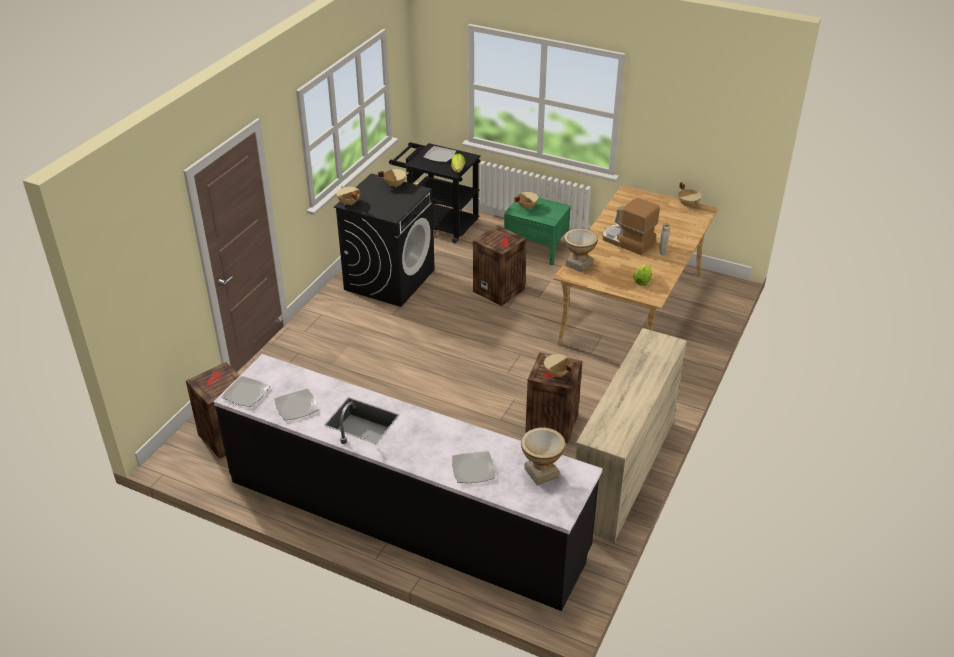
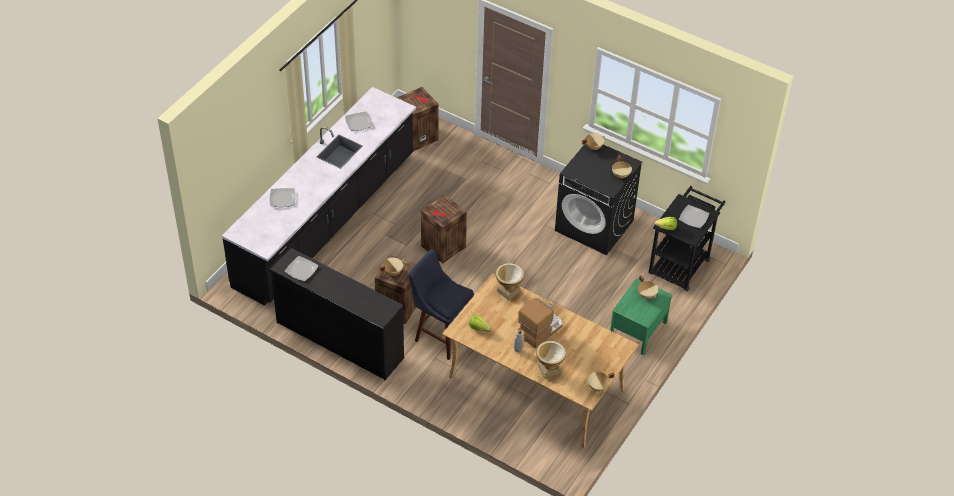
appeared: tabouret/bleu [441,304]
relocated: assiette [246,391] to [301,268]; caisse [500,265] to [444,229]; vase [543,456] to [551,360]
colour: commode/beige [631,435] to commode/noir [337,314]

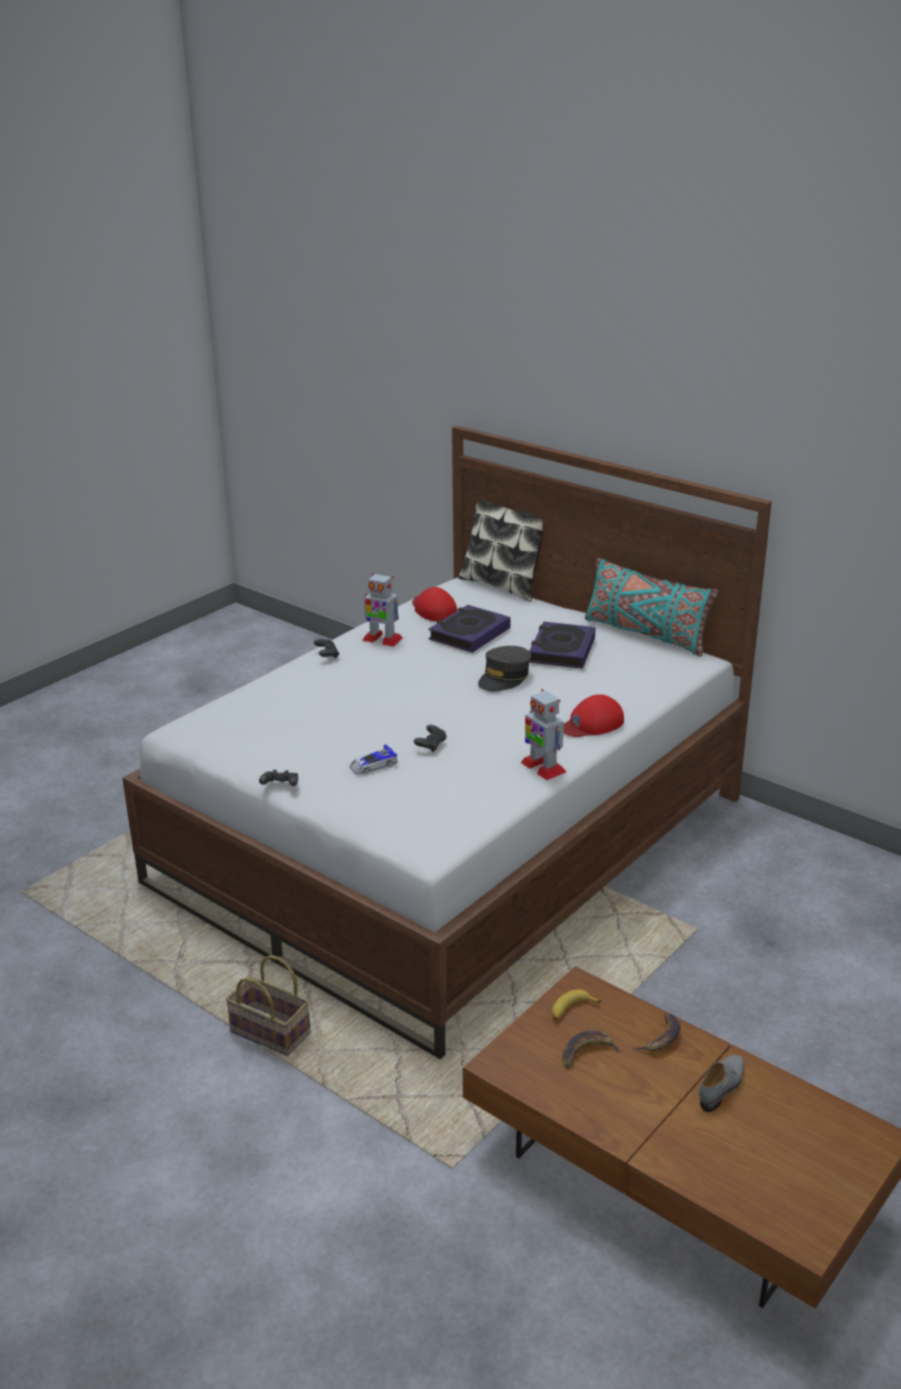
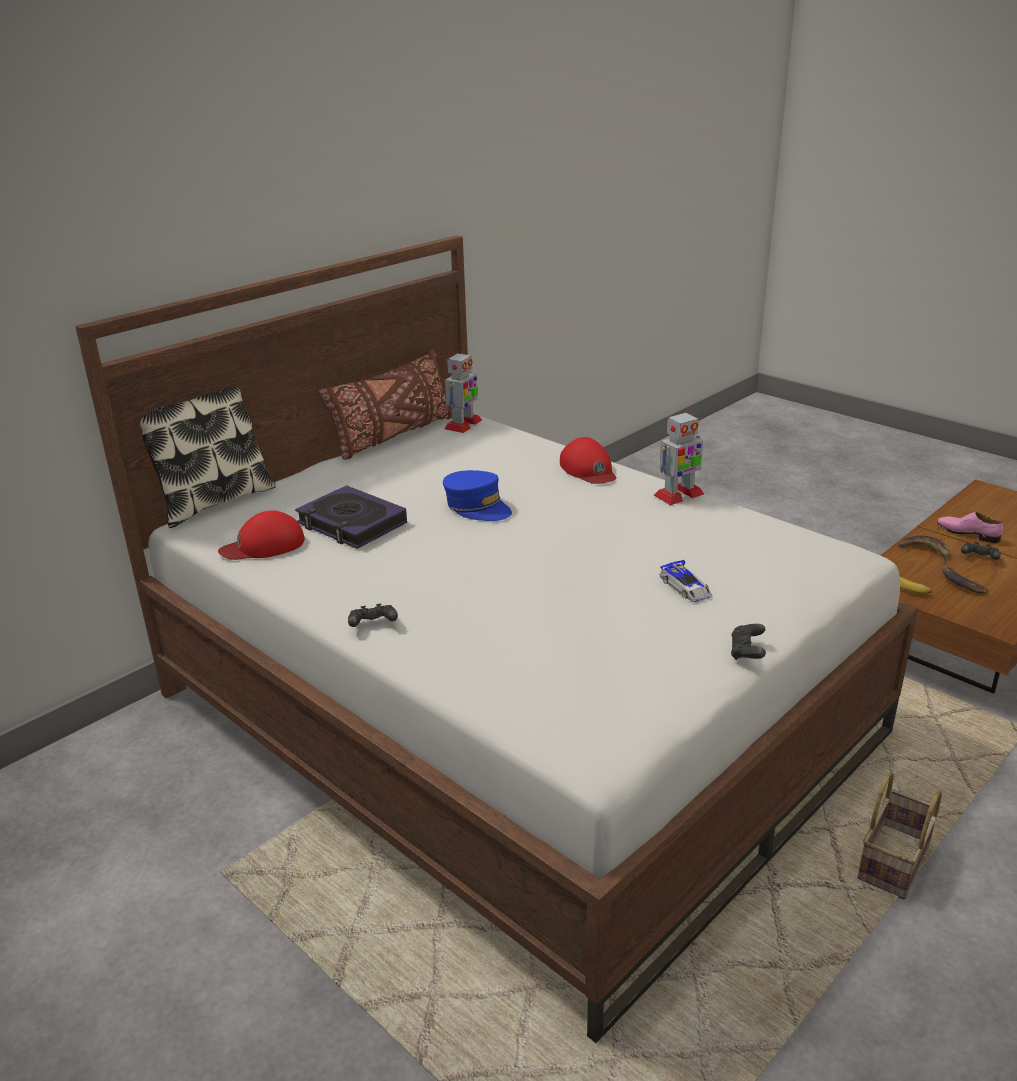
missing: livre [562,645]
relocated: robot jouet [382,610] to [463,392]; manette/noir [430,738] to [981,551]
colour: coussin/turquoise [651,607] to coussin/marron [385,405]; casquette/gris [504,668] to casquette/bleu [477,495]; chaussure/gris [721,1083] to chaussure/rose [970,527]

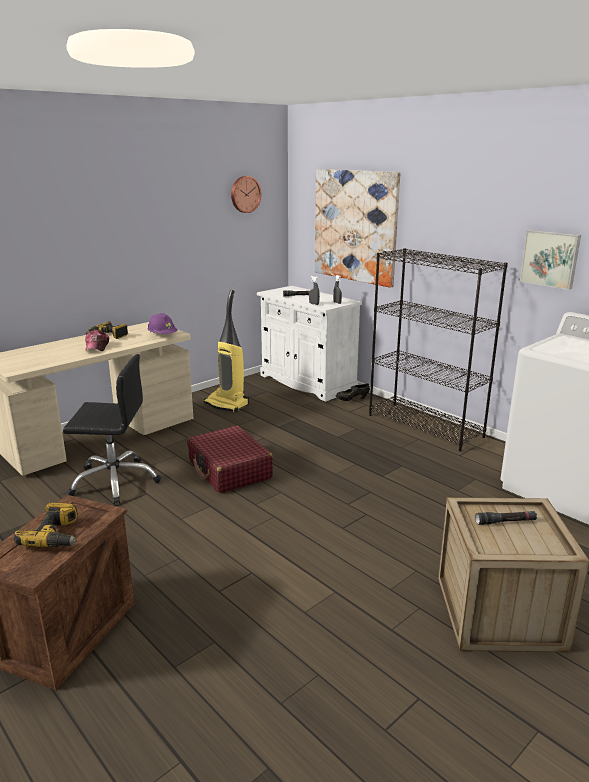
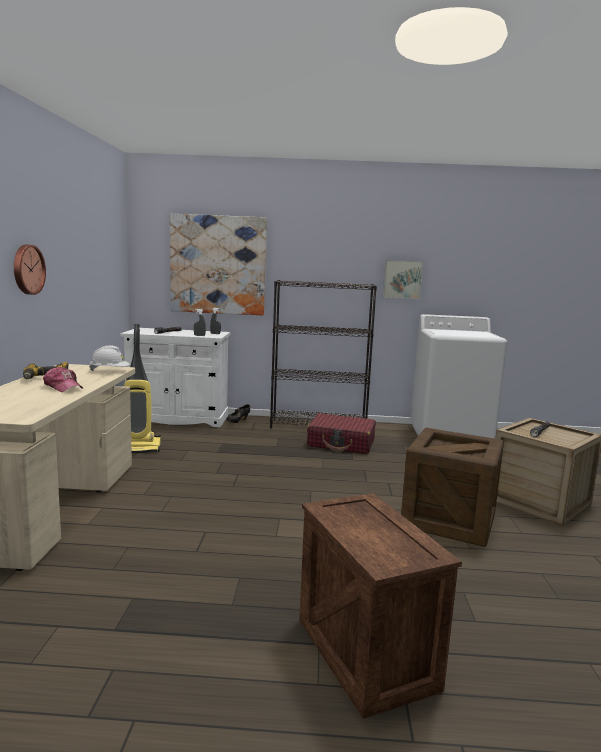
missing: perceuse [46,525]; chaise de bureau/noir [112,429]
appeared: caisse [452,487]
relocated: horloge murale [246,194] to [30,270]; valise/rouge [230,460] to [341,433]
colour: casque de chantier/violet [162,323] to casque de chantier/blanc [109,358]

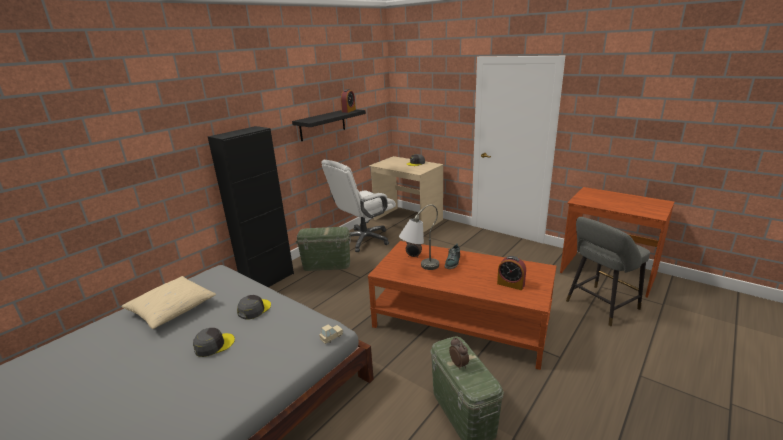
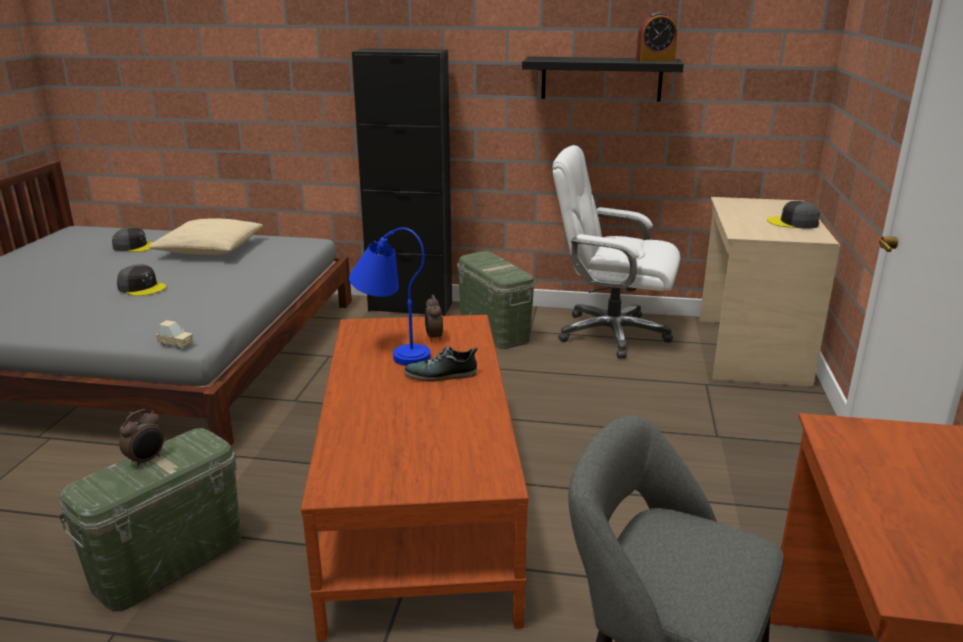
missing: réveil [511,273]
relocated: casquette/gris [254,307] to [132,239]
colour: lampe de table/gris [419,237] to lampe de table/bleu [390,296]

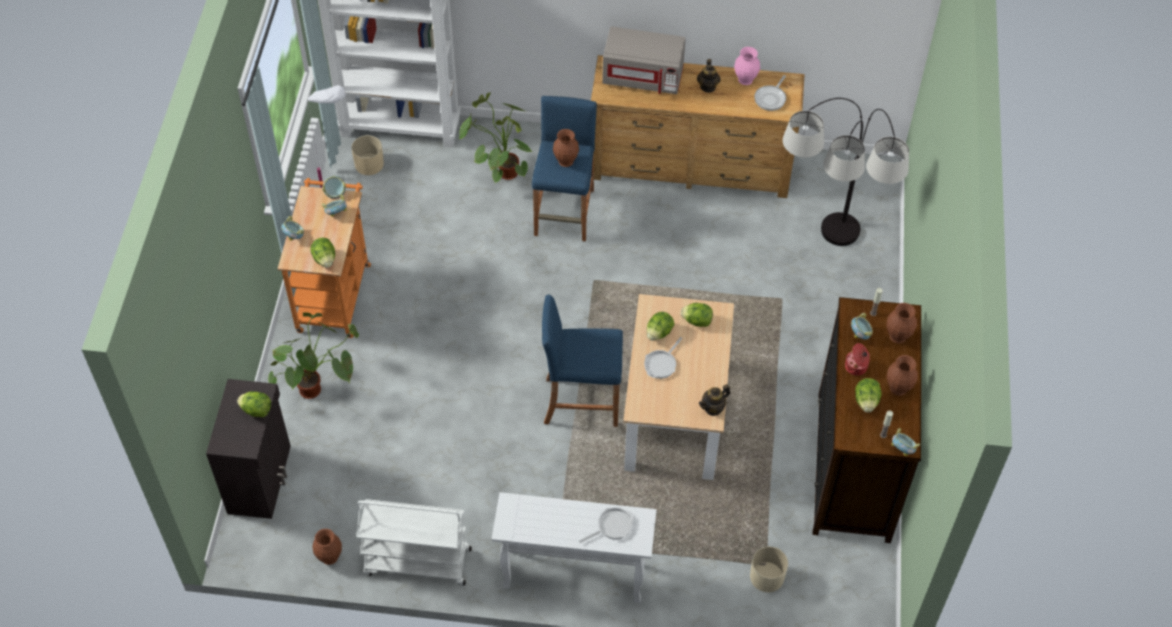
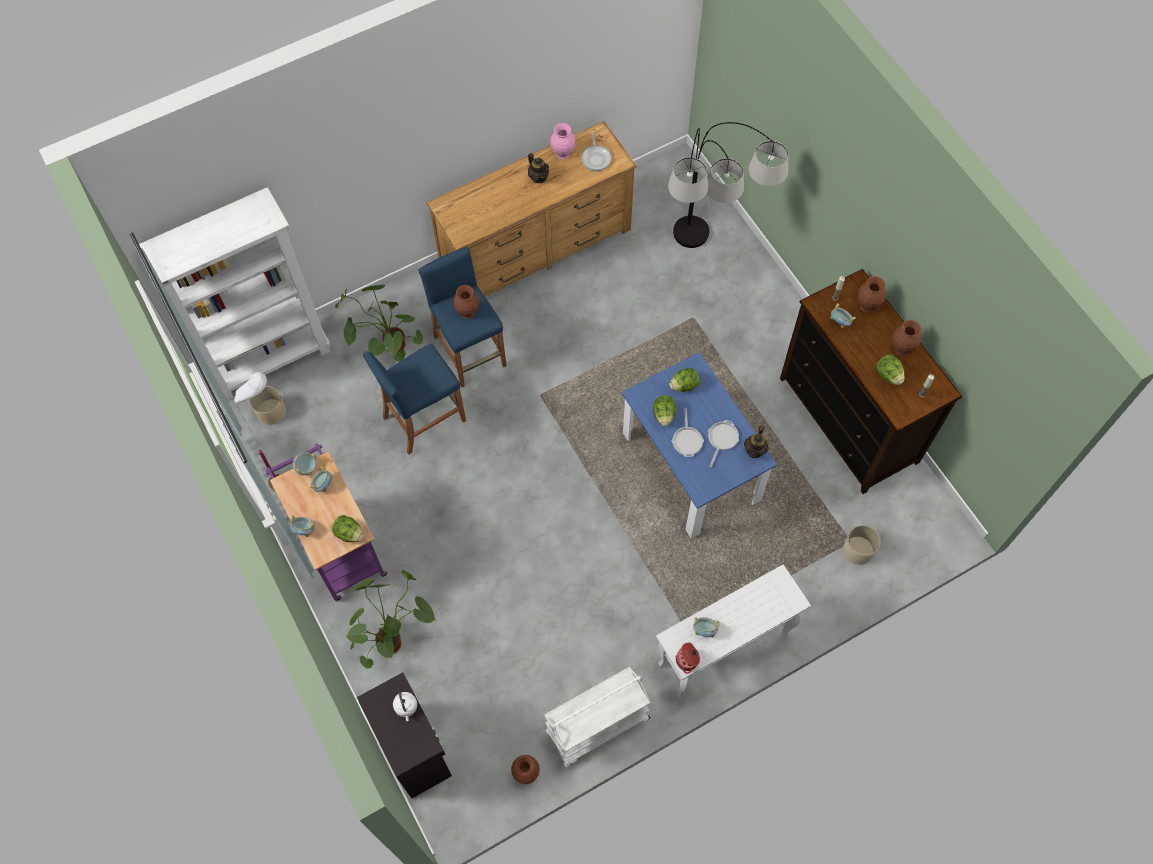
missing: micro-ondes/gris [644,60]
relocated: tabouret/bleu [582,360] to [414,399]; marmite [857,359] to [688,658]; bol [905,442] to [706,627]; poêle [606,525] to [723,443]
exchanged: laitue [254,404] to bouilloire/blanc [405,707]
colour: chariot/orange [324,258] to chariot/violet [326,522]; table à manger/beige [678,387] to table à manger/bleu [699,445]

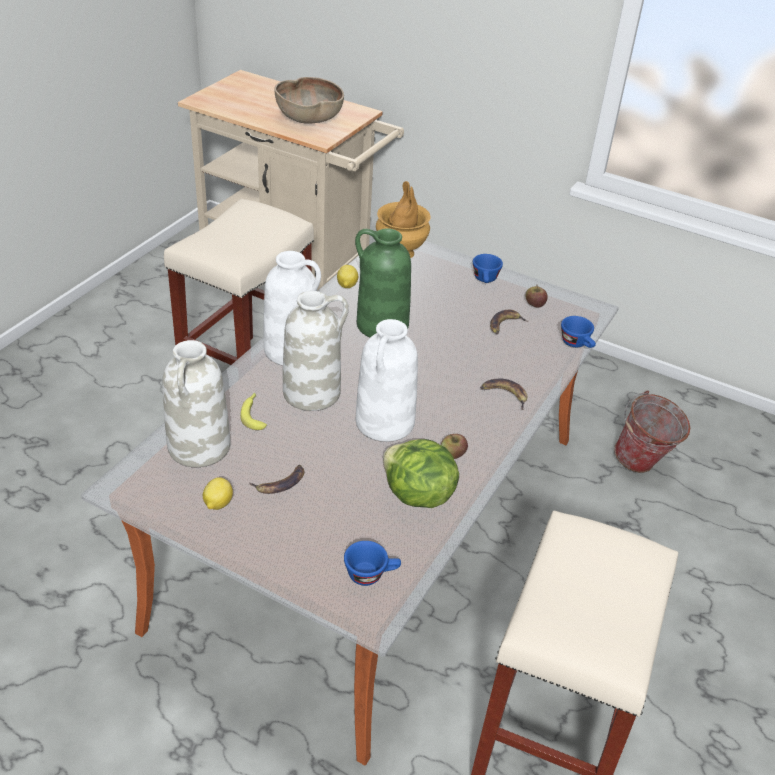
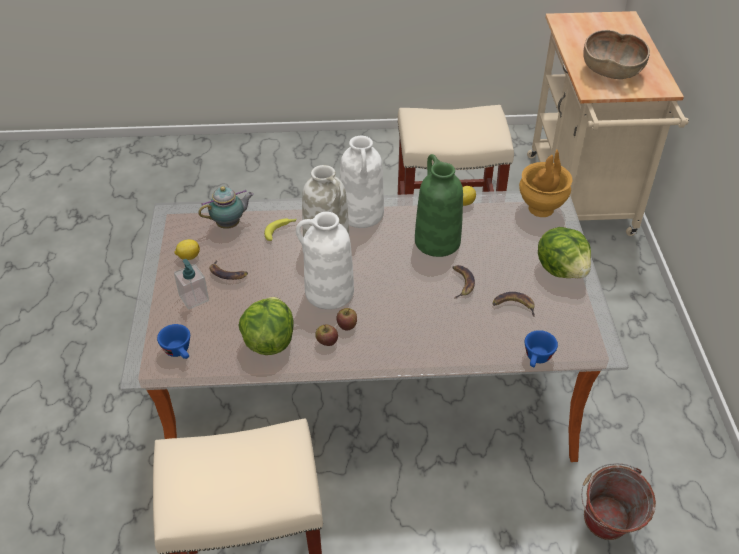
appeared: distributeur de savon [191,284]
relocated: pomme [536,296] to [346,319]; banane [504,394] to [463,282]
exchanged: vase/blanc [196,403] to théière [226,207]; tasse/bleu [488,268] to laitue [564,252]

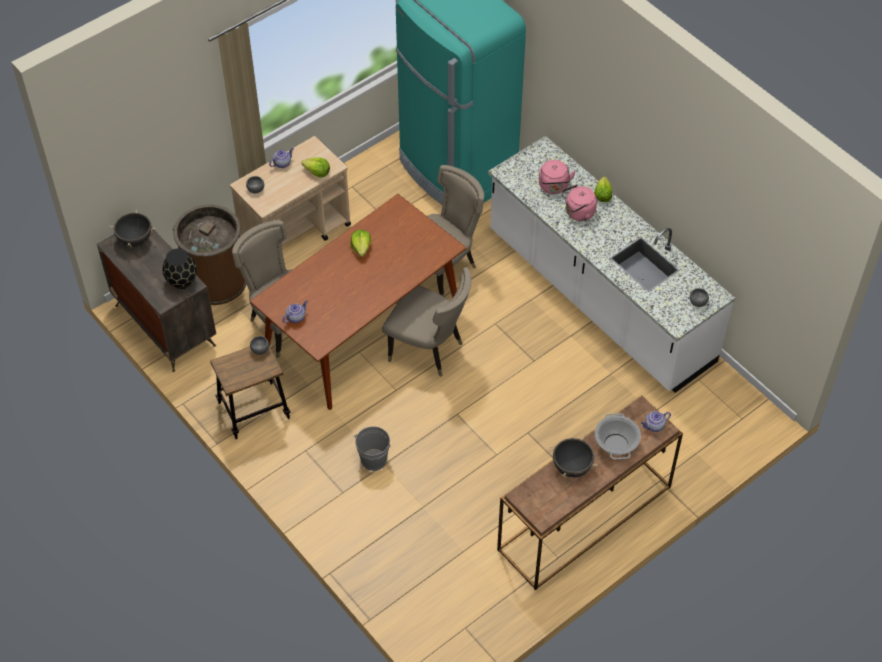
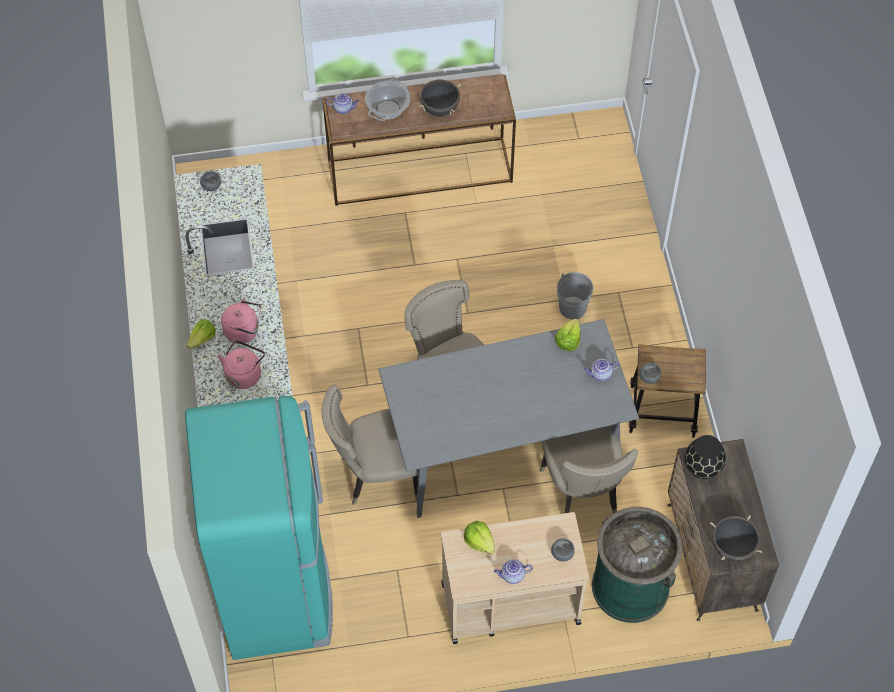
relocated: laitue [360,243] to [567,335]
colour: table à manger/marron [358,302] to table à manger/gris [509,418]; poubelle/marron [209,254] to poubelle/vert [637,565]

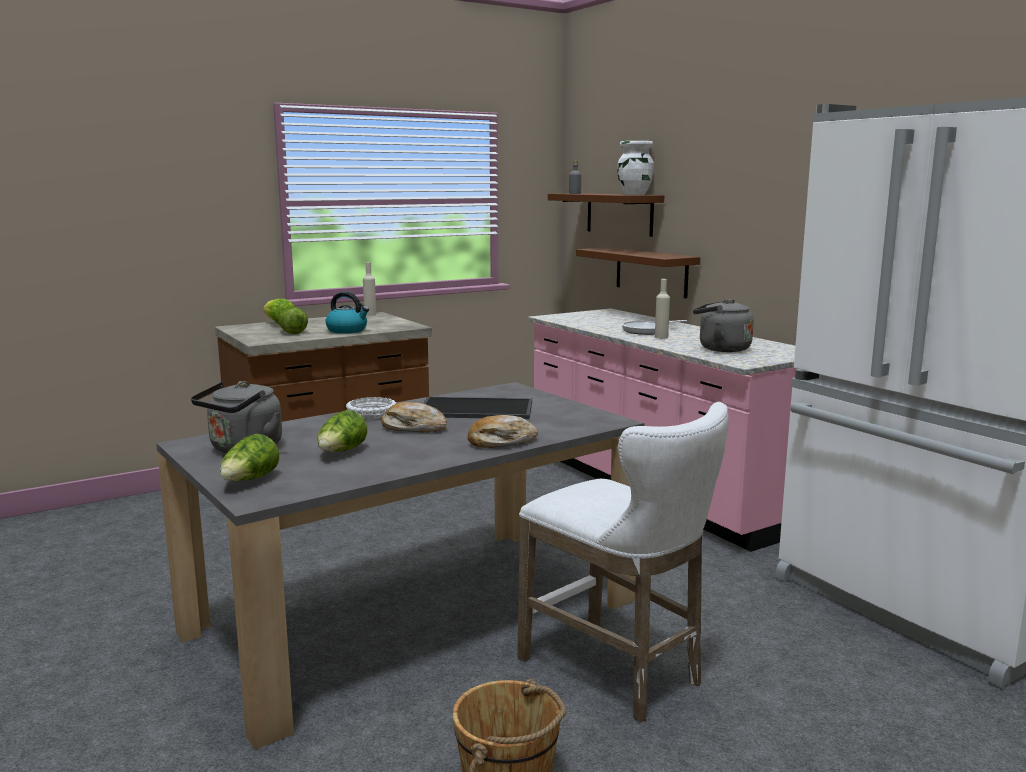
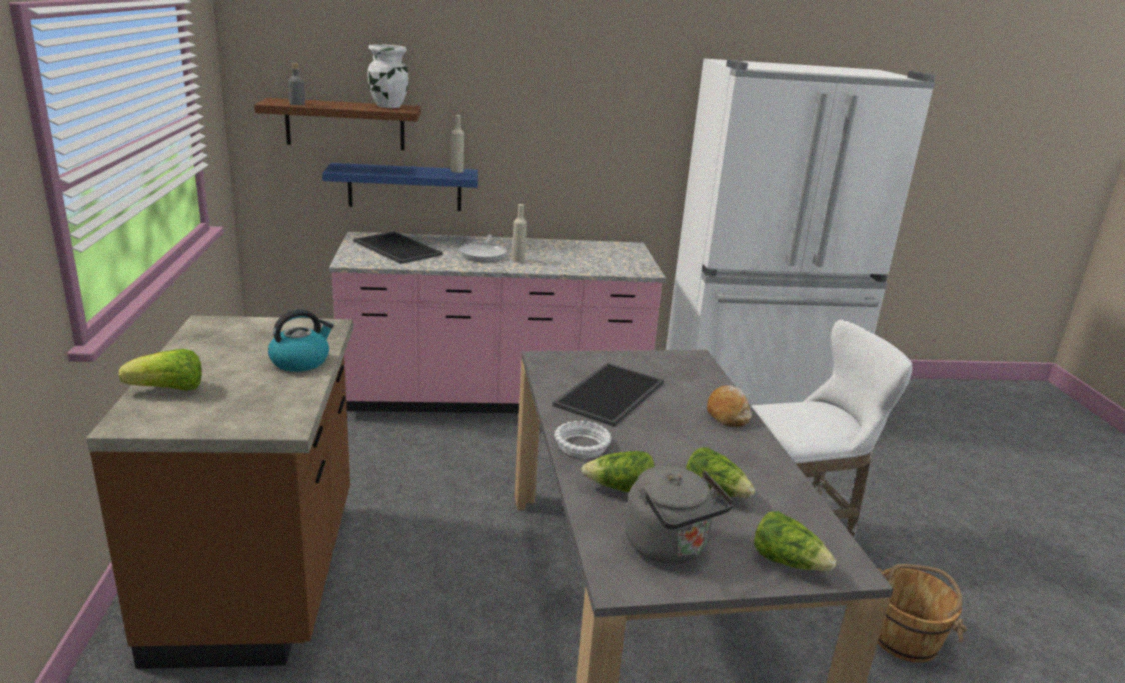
missing: pain [414,417]; bouilloire/gris [723,325]
appeared: plateau [398,248]
relocated: bouteille/beige [369,289] to [457,144]; laitue [293,320] to [618,471]
colour: étagère/marron [638,272] to étagère/bleu [400,187]

